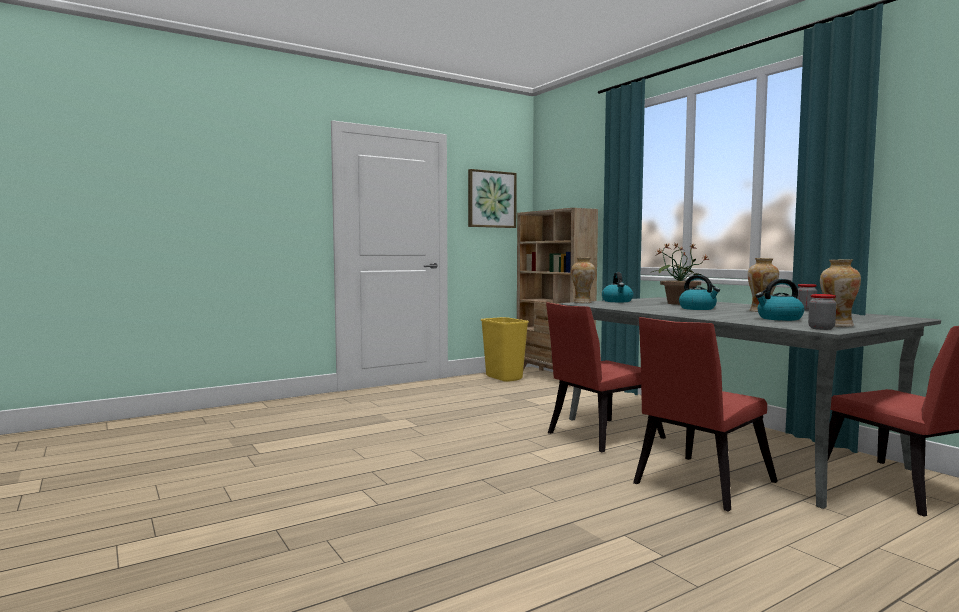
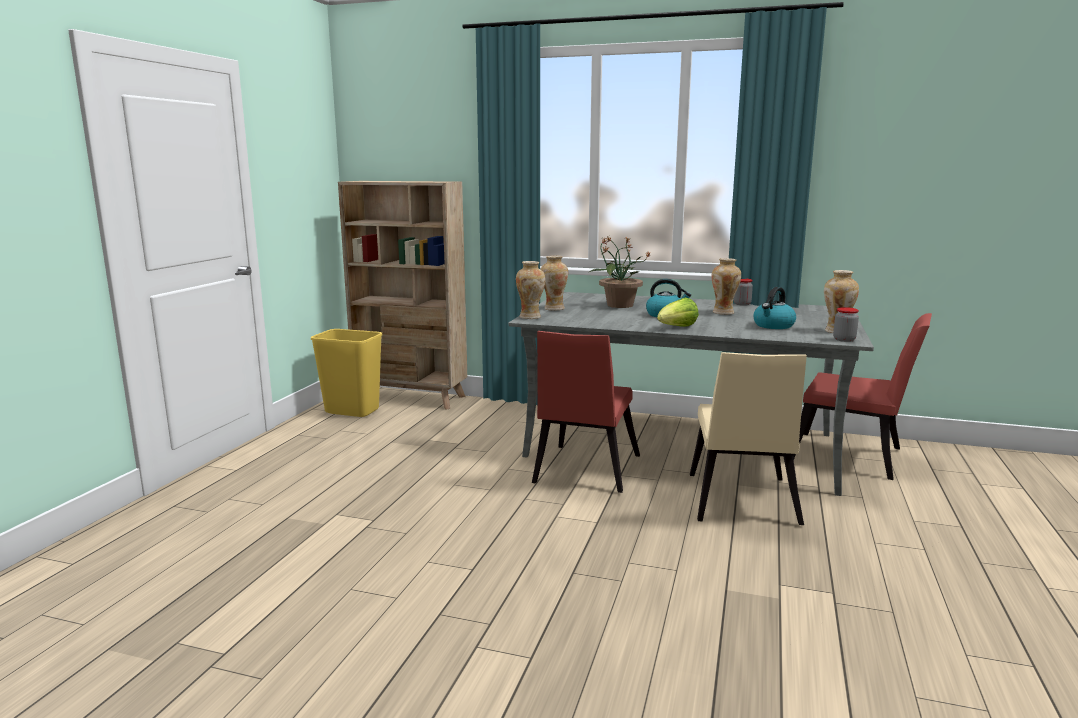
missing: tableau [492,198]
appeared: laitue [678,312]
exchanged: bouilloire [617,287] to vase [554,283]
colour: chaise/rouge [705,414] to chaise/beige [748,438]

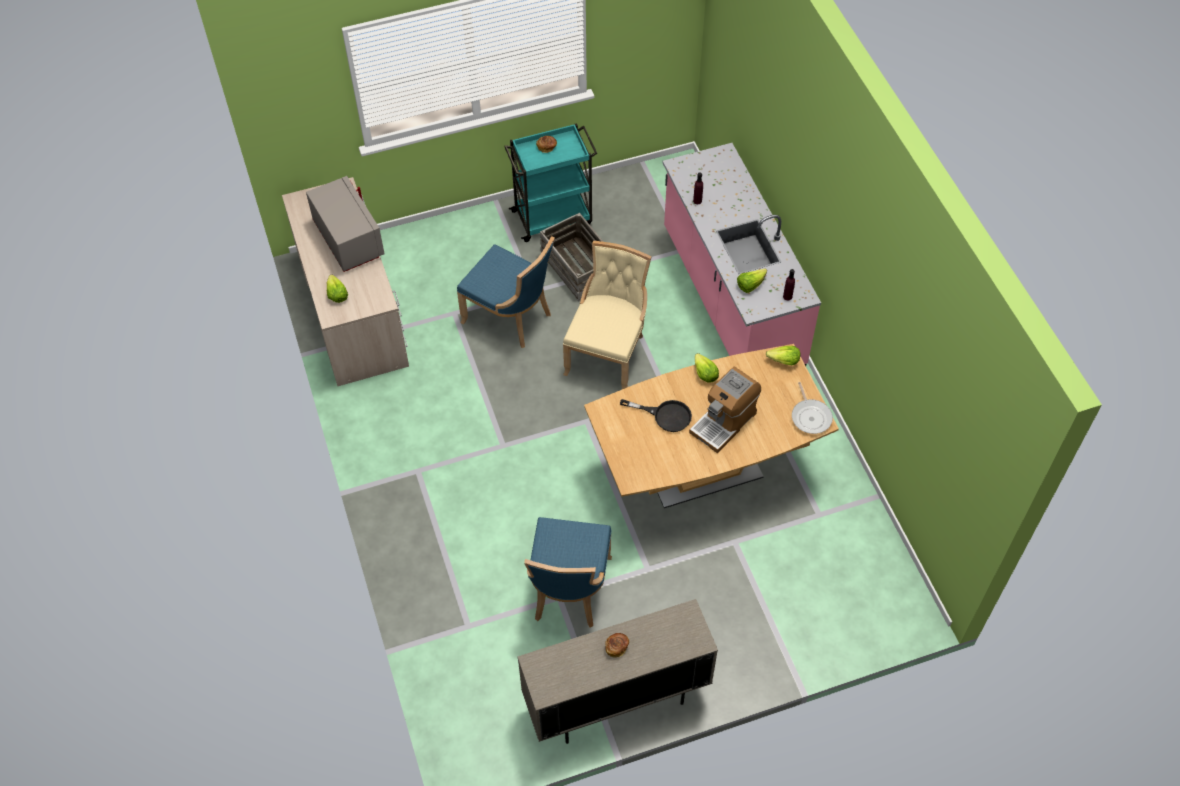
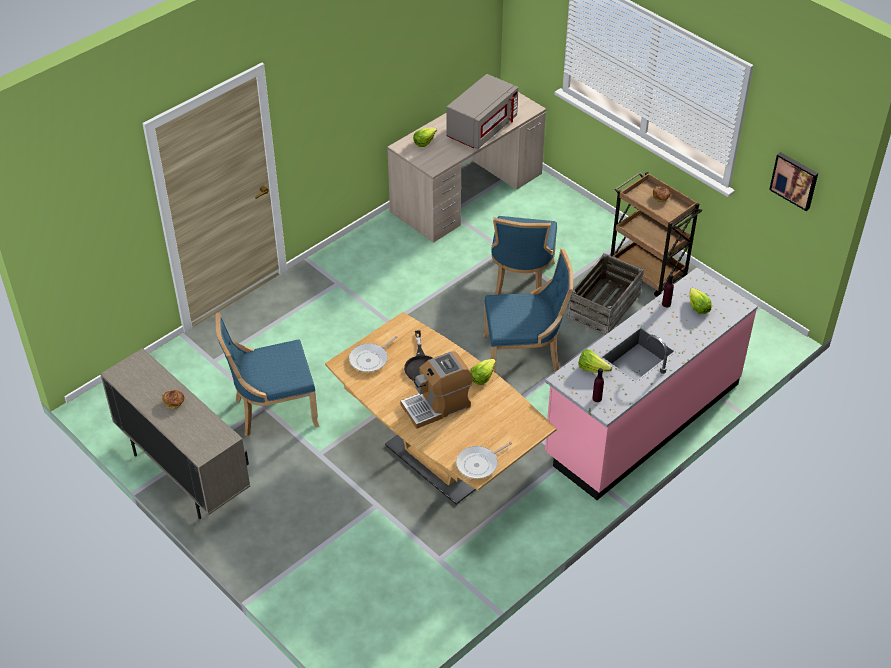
appeared: poêle [373,354]; tableau [793,181]
relocated: laitue [783,355] to [700,301]
colour: chaise/beige [607,315] to chaise/bleu [528,311]; chariot/turquoise [550,182] to chariot/marron [655,234]
spun: machine à café [725,409] = [436,390] 45 degrees counterclockwise

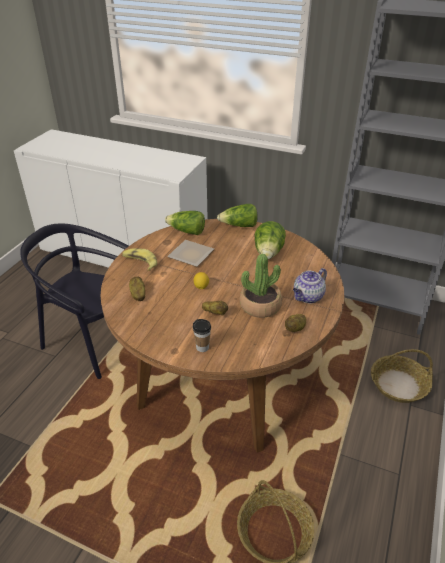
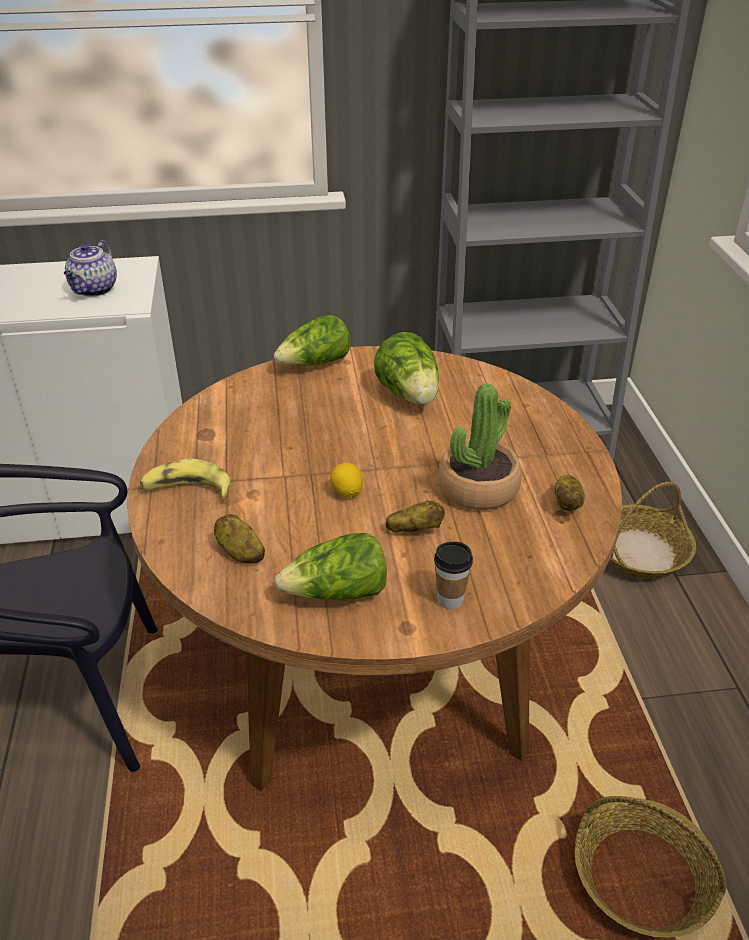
missing: assiette [190,253]
relocated: théière [310,285] to [90,268]; laitue [185,223] to [331,567]

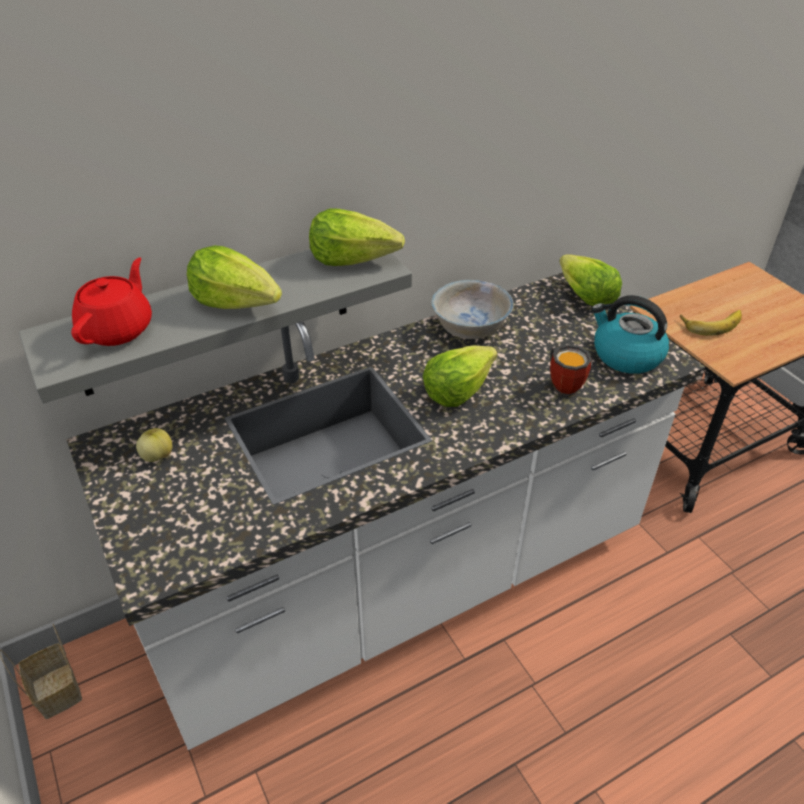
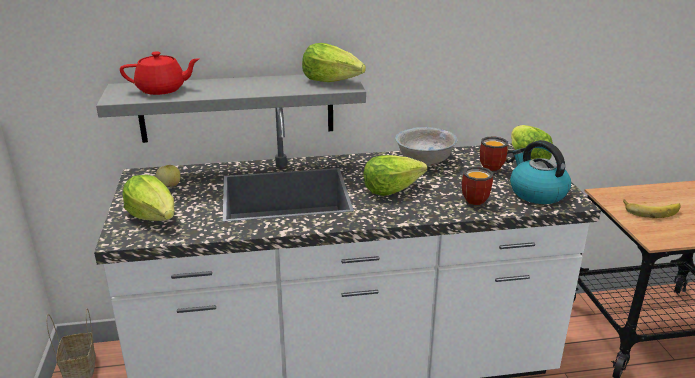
appeared: mug [497,155]
relocated: laitue [234,277] to [148,197]
spun: théière/rouge [111,302] = [160,73] 45 degrees clockwise

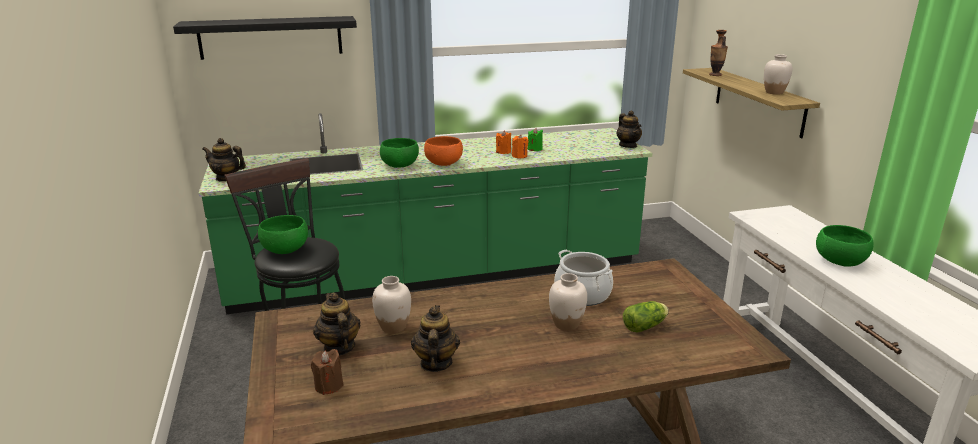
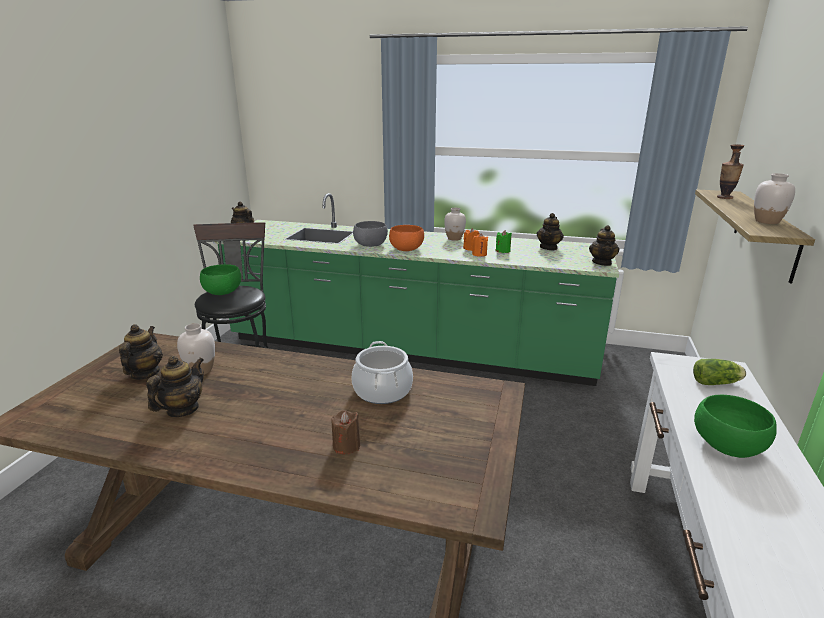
missing: étagère/noir [265,38]
appeared: théière [550,231]
relocated: bougie/marron [327,372] to [345,432]; vase/blanc [568,302] to [455,224]; laitue [646,317] to [719,372]
colour: bol/vert [399,153] to bol/gris [370,234]

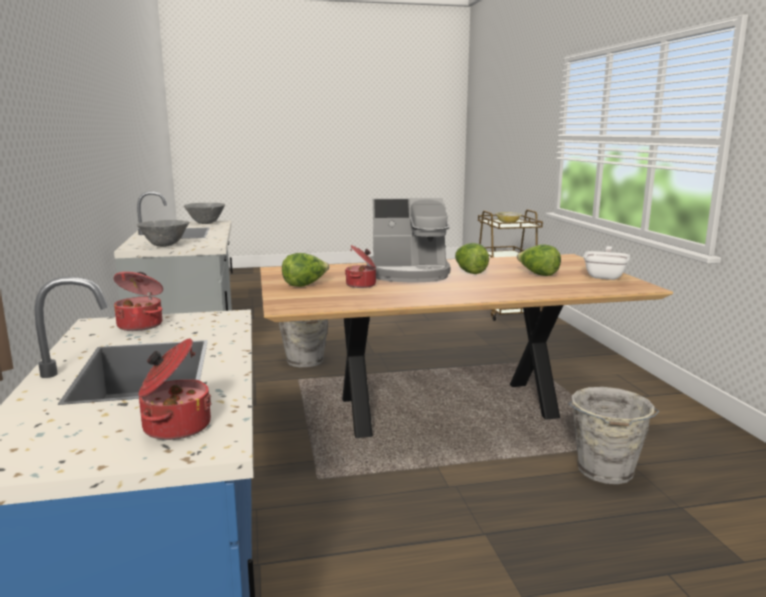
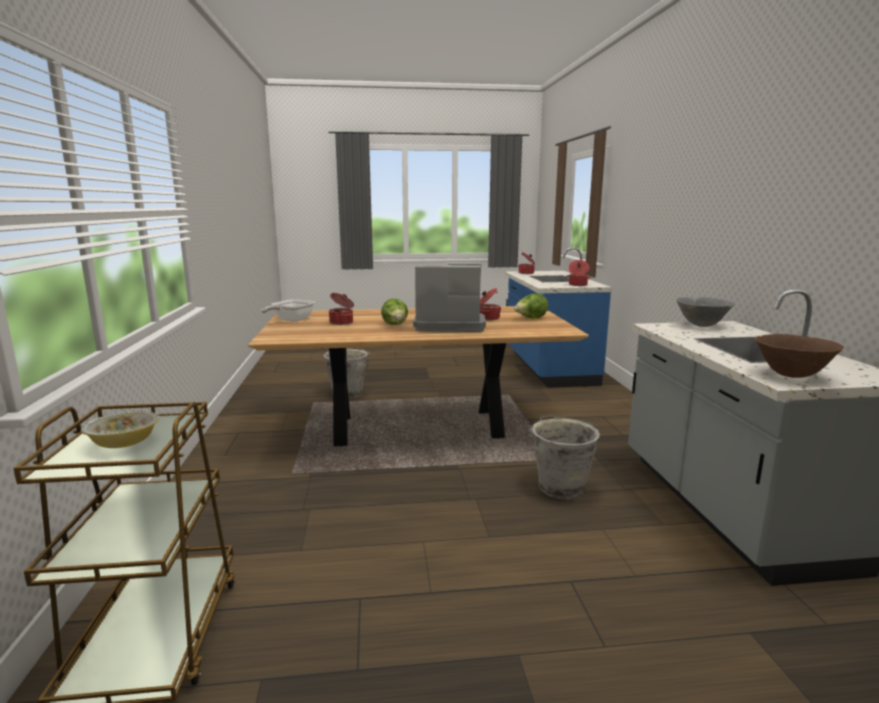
exchanged: laitue [539,260] to marmite [341,309]
colour: bol/gris [204,213] to bol/marron [799,356]

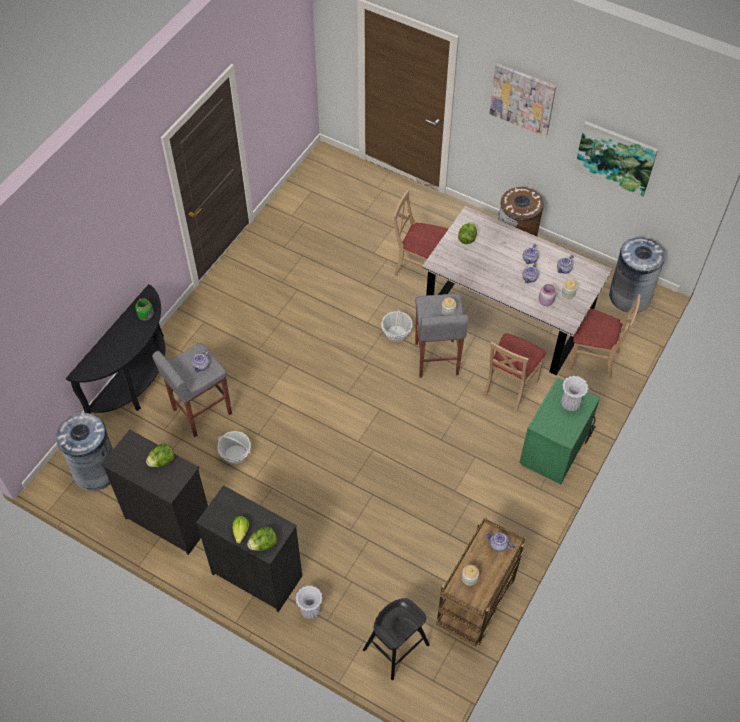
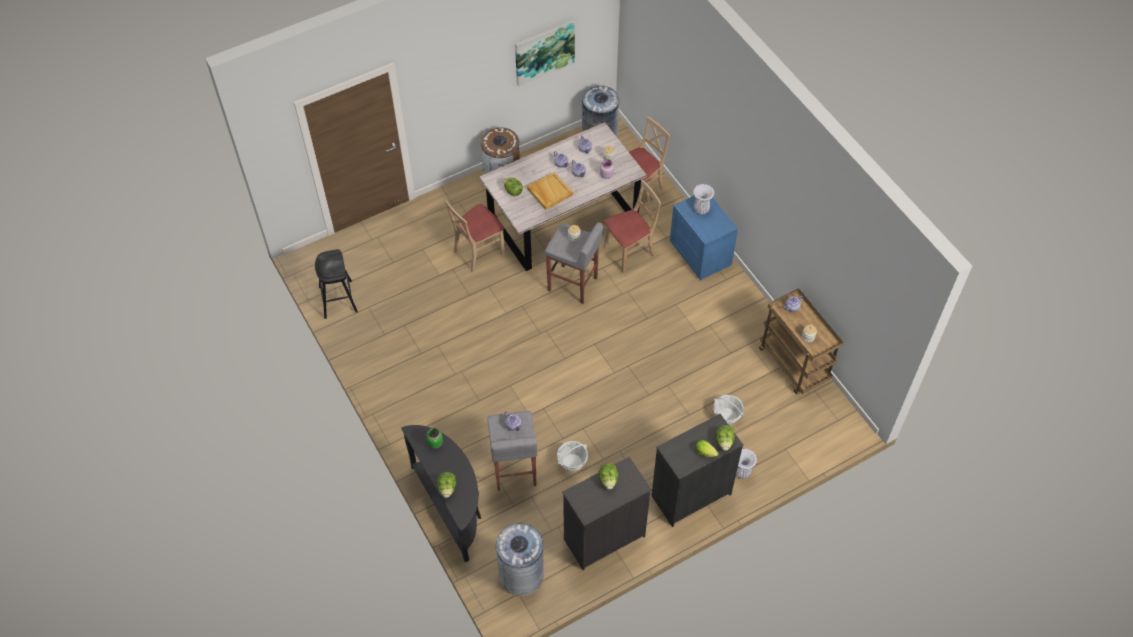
missing: tableau [522,99]
appeared: laitue [446,485]; plateau/beige [550,191]
relocated: tabouret/noir [396,639] to [336,284]; panier [396,325] to [728,410]
colour: table de chevet/vert [559,431] to table de chevet/bleu [704,238]
spun: chaise/beige [515,372] = [632,226] 90 degrees counterclockwise

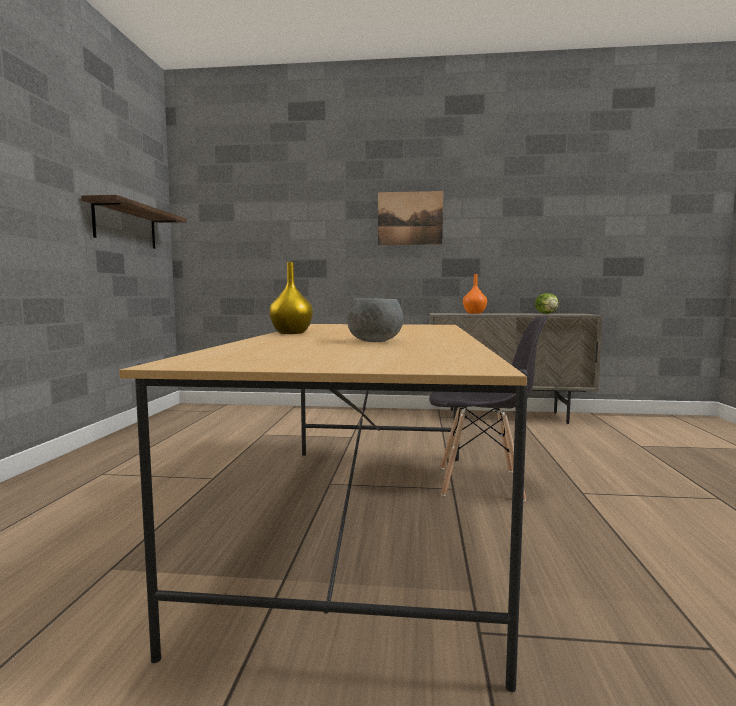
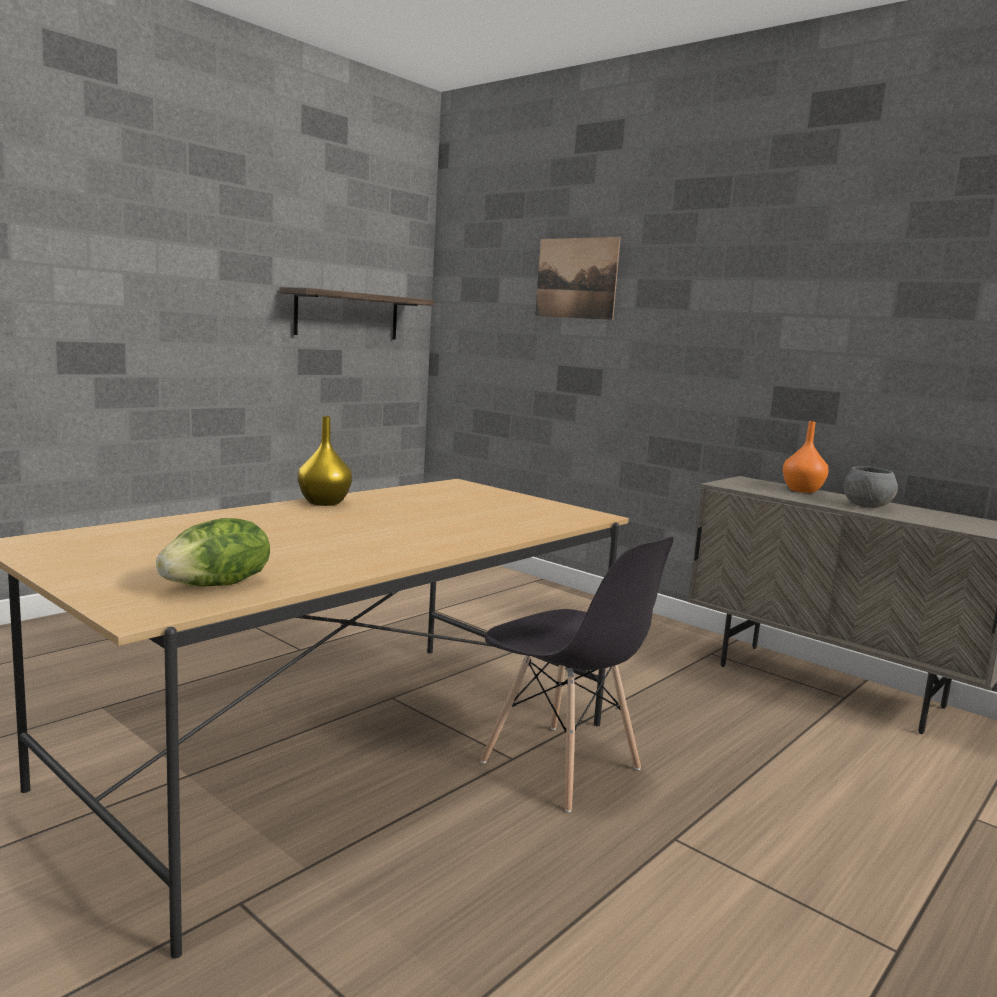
relocated: laitue [547,303] to [213,552]; tableau [410,218] to [578,278]; bol/gris [375,320] to [871,487]

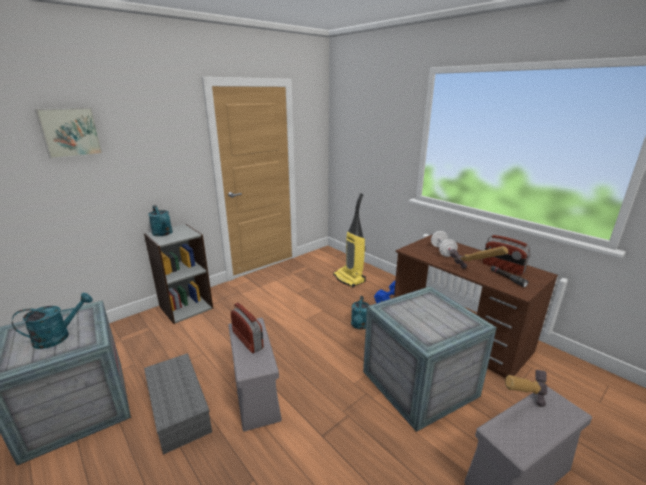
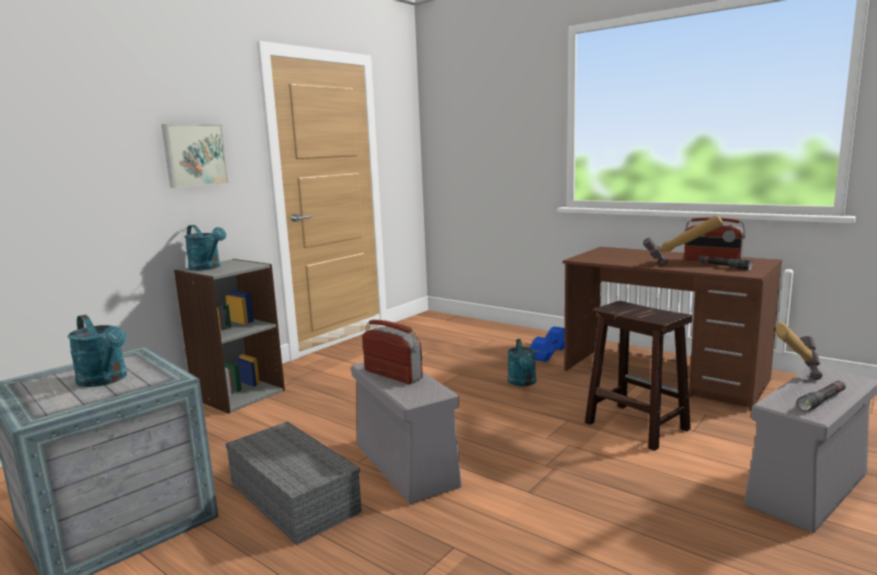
missing: aspirateur [349,240]; haltère/blanc [444,244]
appeared: lampe de poche/noir [821,396]
relocated: tableau [69,133] to [195,156]
exchanged: caisse [430,359] to tabouret/marron [638,376]
spun: arrosoir/turquoise [52,321] = [97,351] 90 degrees clockwise

